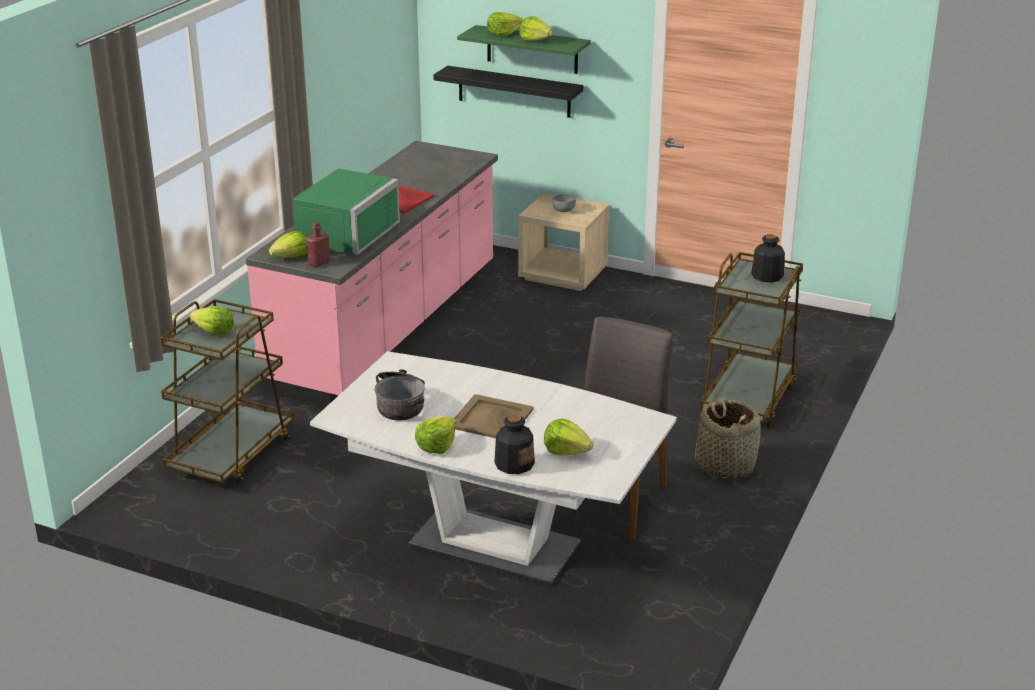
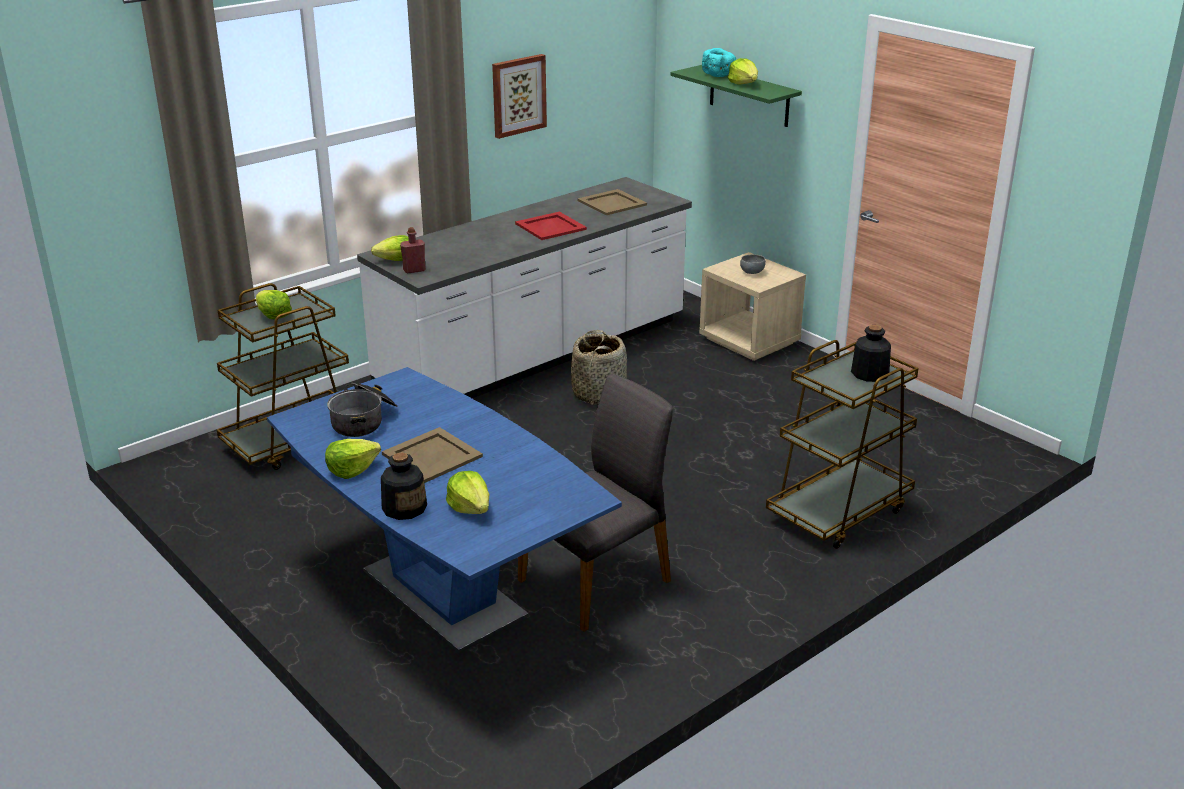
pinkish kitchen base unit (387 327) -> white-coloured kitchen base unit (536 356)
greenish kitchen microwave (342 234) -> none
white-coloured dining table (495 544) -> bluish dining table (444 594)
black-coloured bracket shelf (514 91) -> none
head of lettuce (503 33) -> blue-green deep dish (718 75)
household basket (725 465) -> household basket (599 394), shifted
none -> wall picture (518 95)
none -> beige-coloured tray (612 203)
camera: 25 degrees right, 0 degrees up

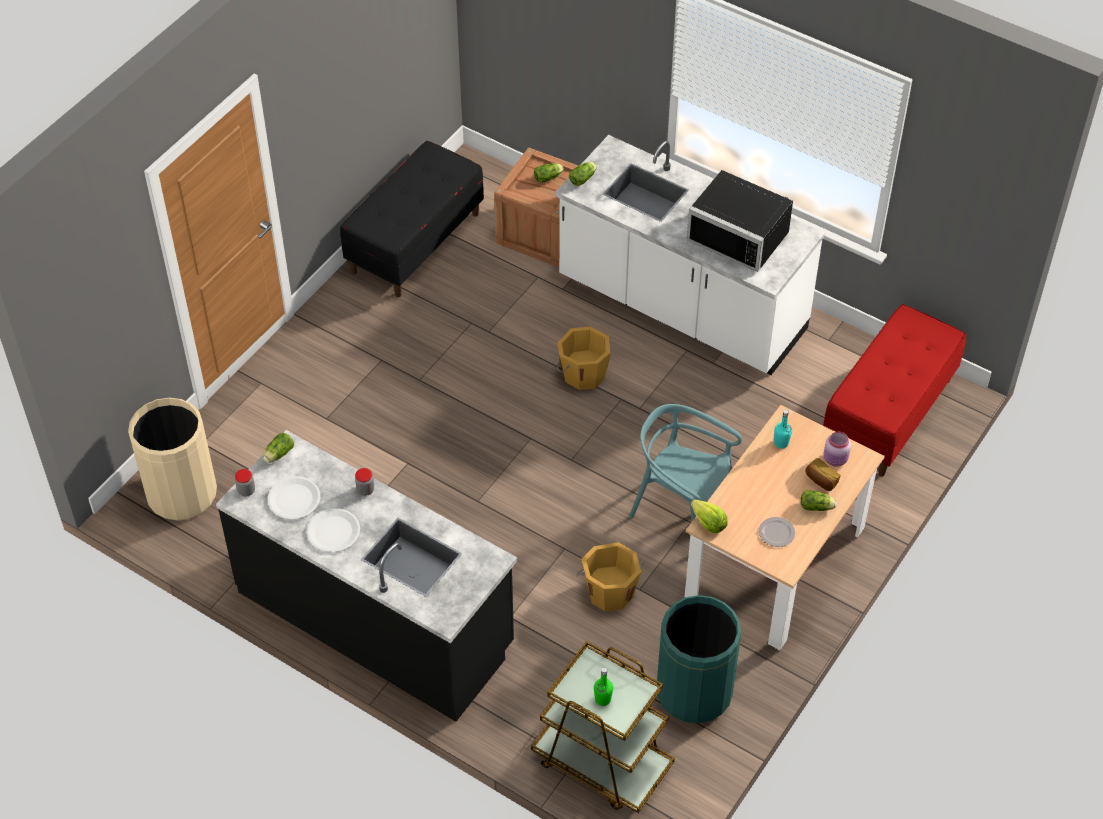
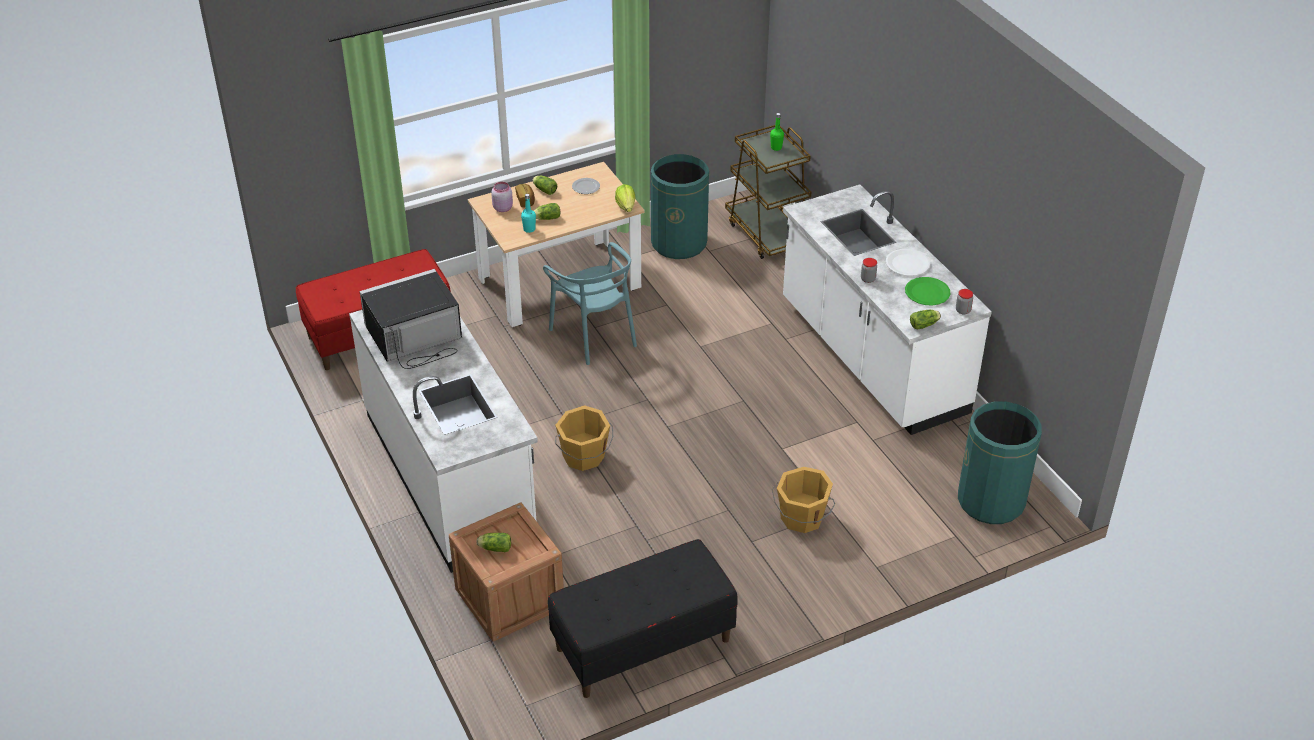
beige-coloured trash can (181 493) -> greenish trash can (991 501)
black-coloured kitchen base unit (376 618) -> white-coloured kitchen base unit (871 358)
white-coloured plate (294 499) -> greenish plate (927 292)
head of lettuce (583 178) -> head of lettuce (546 218), shifted
orange-coloured pail (610 591) -> orange-coloured pail (801 518), shifted
black-coloured kitchen microwave (741 234) -> black-coloured kitchen microwave (415 338), 90 degrees counterclockwise
camera: 150 degrees left, 10 degrees down

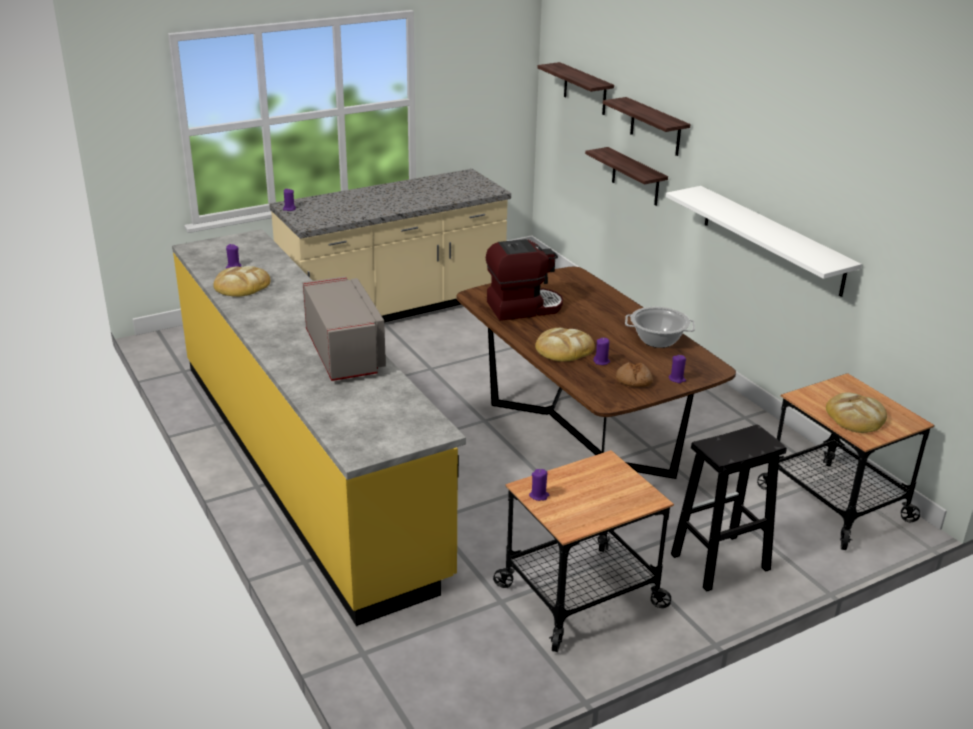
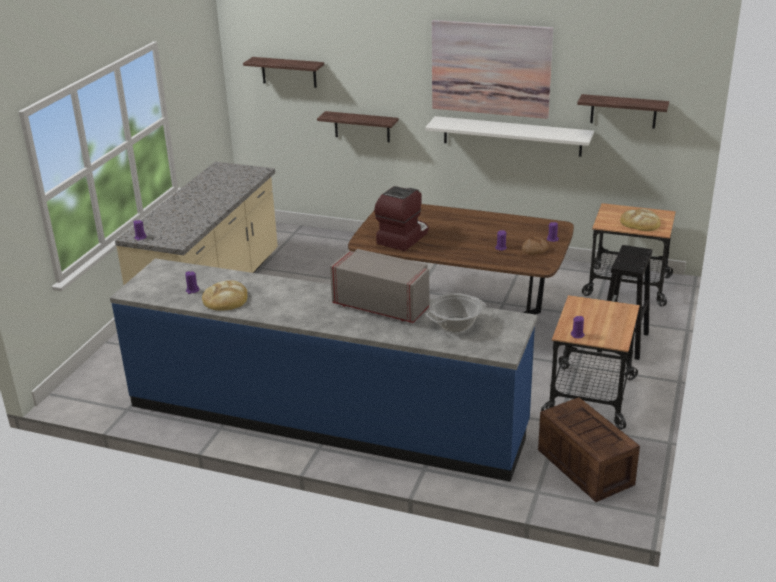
yellow kitchen base unit (306 463) -> bluish kitchen base unit (325 417)
bakery bread (563 349) -> none
bracket shelf (655 127) -> bracket shelf (623 111), shifted
saucepot (657 340) -> saucepot (455 324), shifted
none -> wall picture (490 68)
none -> crate (584 466)
camera: 40 degrees left, 0 degrees up

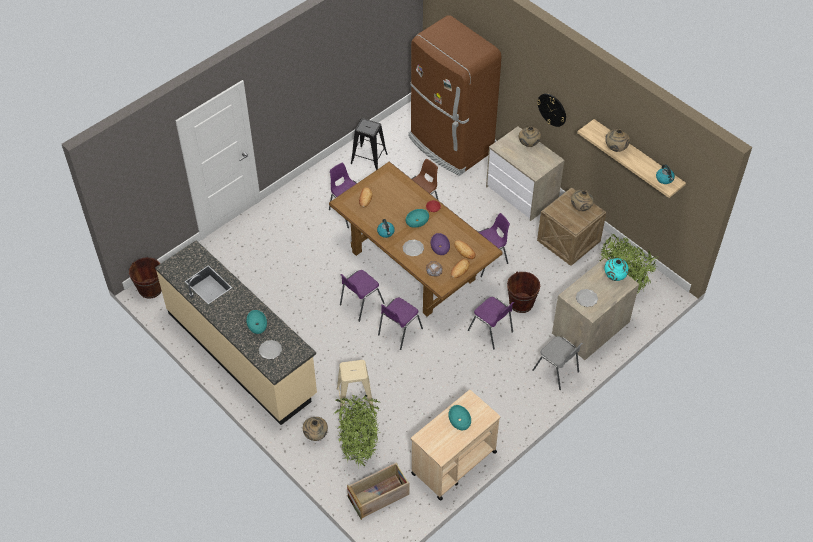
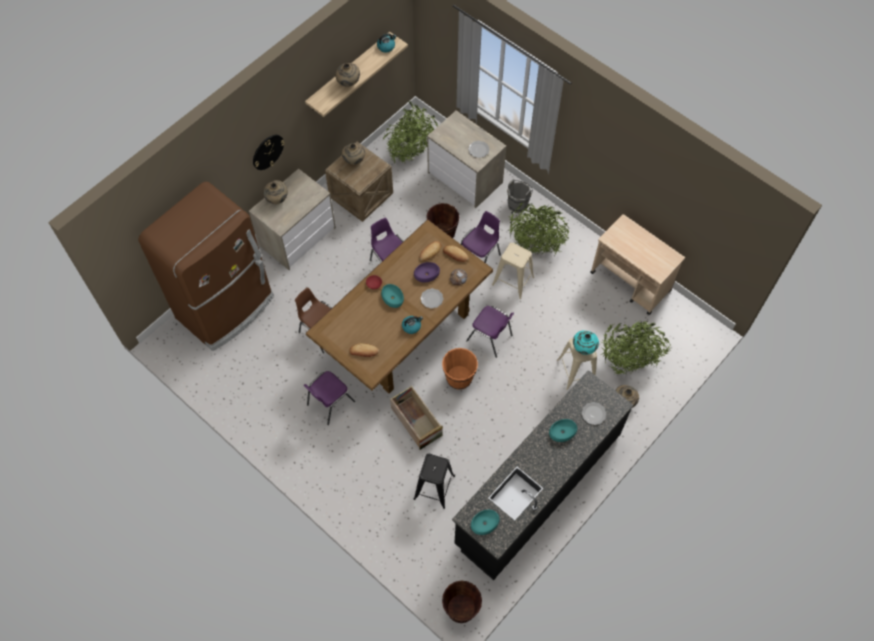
beige-coloured kitchen base unit (242 353) -> black-coloured kitchen base unit (537 489)
purplish chair (360 304) -> orange-coloured pail (459 378)
crate (379 496) -> crate (415 421), shifted
black-coloured sitting stool (369 159) -> black-coloured sitting stool (434 487), shifted
blue-green deep dish (460 420) -> blue-green deep dish (484 523), shifted
greyish chair (556 371) -> greyish pail (518 204)
blue-green decorative vase (614 277) -> blue-green decorative vase (583 348), shifted
none -> beige-coloured sitting stool (513 281)
none -> plant in a pot (534 247)
camera: 95 degrees left, 10 degrees up

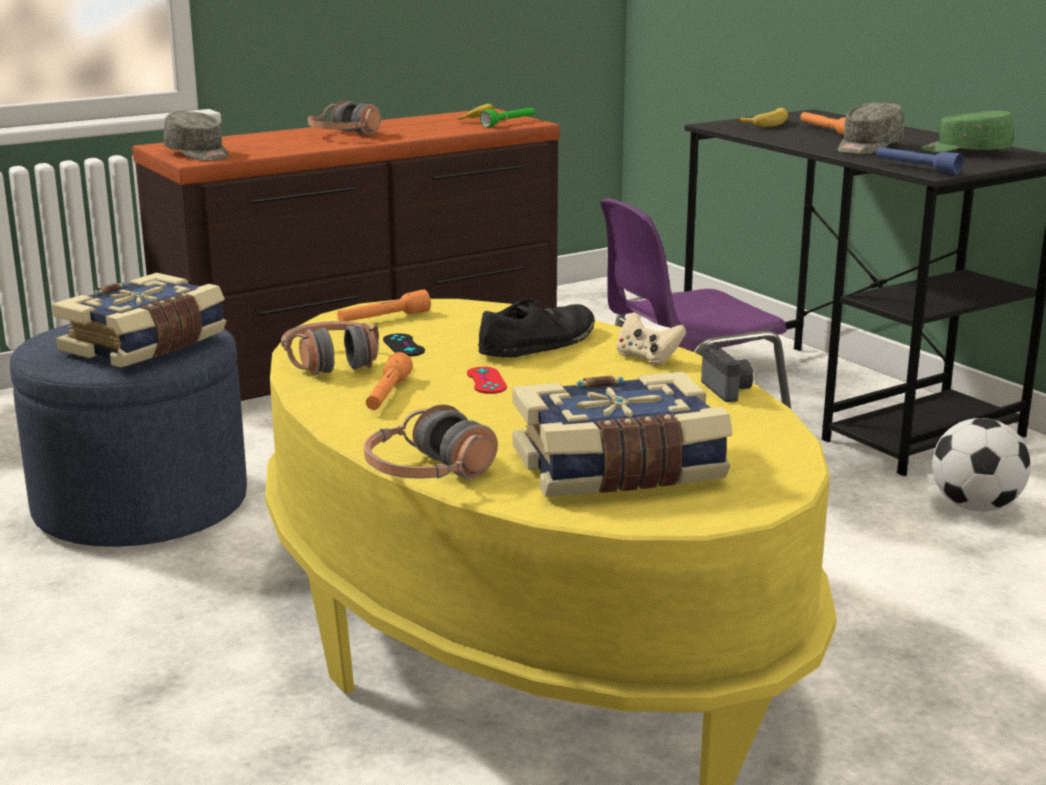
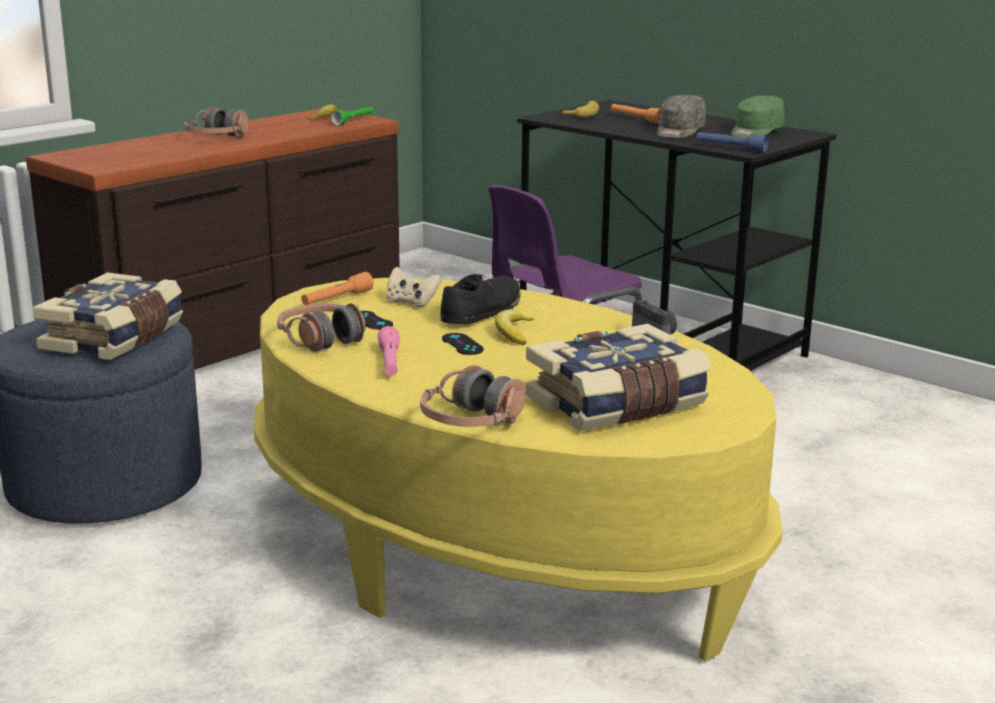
greyish cap (199 154) -> none
orange-coloured flashlight (387 395) -> pinkish flashlight (390 363)
red-coloured game controller (486 381) -> black-coloured game controller (462 344)
beige-coloured game controller (647 358) -> beige-coloured game controller (411 302), shifted
greenish cap (965 151) -> greenish cap (755 132), 60 degrees counterclockwise
football ball (975 507) -> none
none -> whole banana (513 333)
camera: 15 degrees left, 0 degrees up

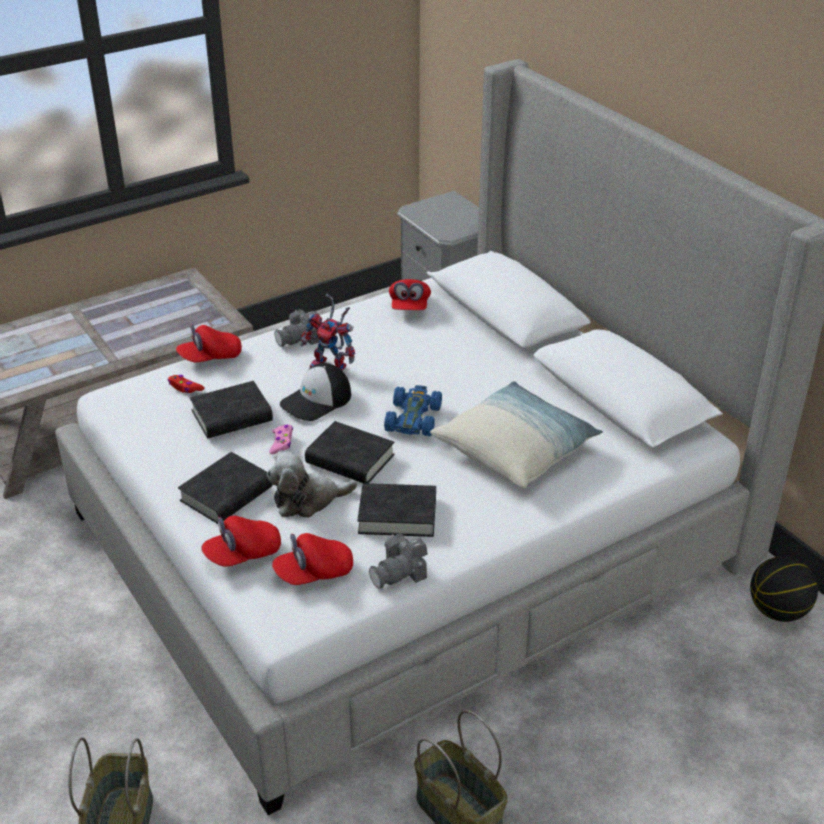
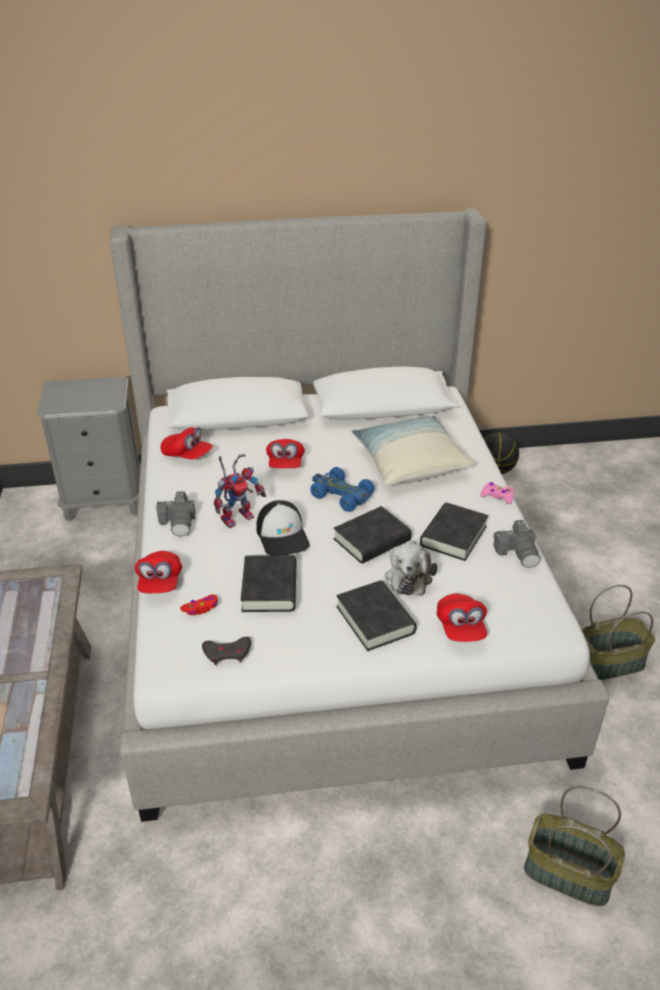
pinkish game controller (281 443) -> pinkish game controller (497 496), shifted
red-coloured cap (314 573) -> red-coloured cap (285 464), shifted
none -> greyish game controller (227 653)
camera: 65 degrees left, 0 degrees up

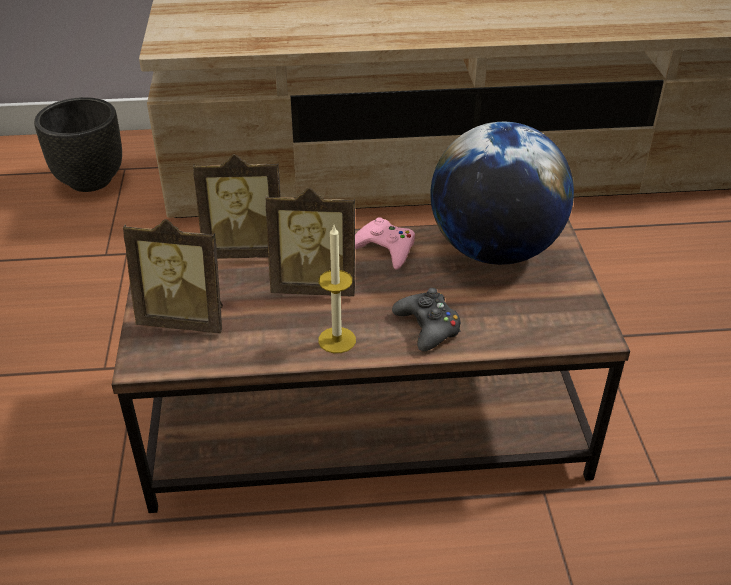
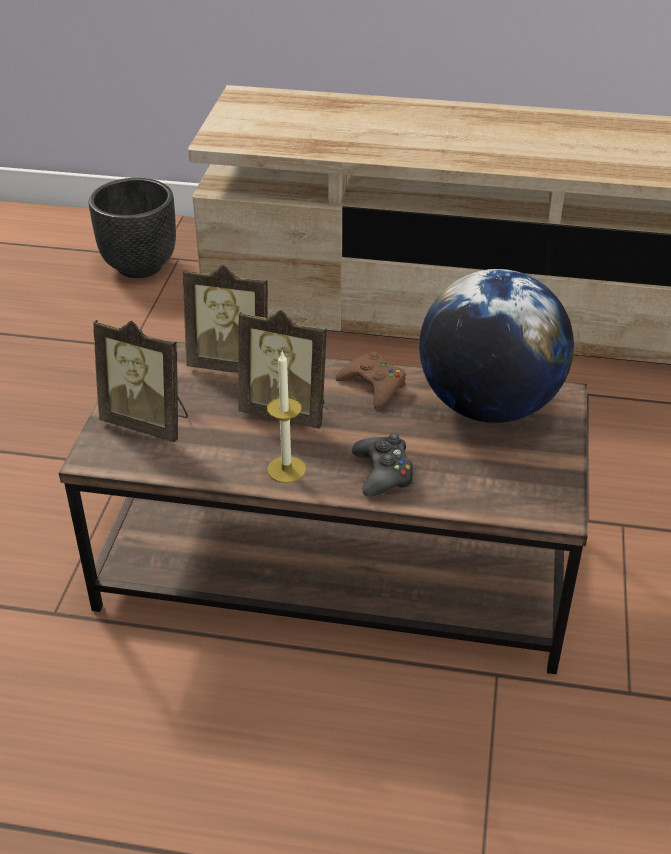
pinkish game controller (385 249) -> brownish game controller (373 385)
camera: 15 degrees right, 0 degrees up

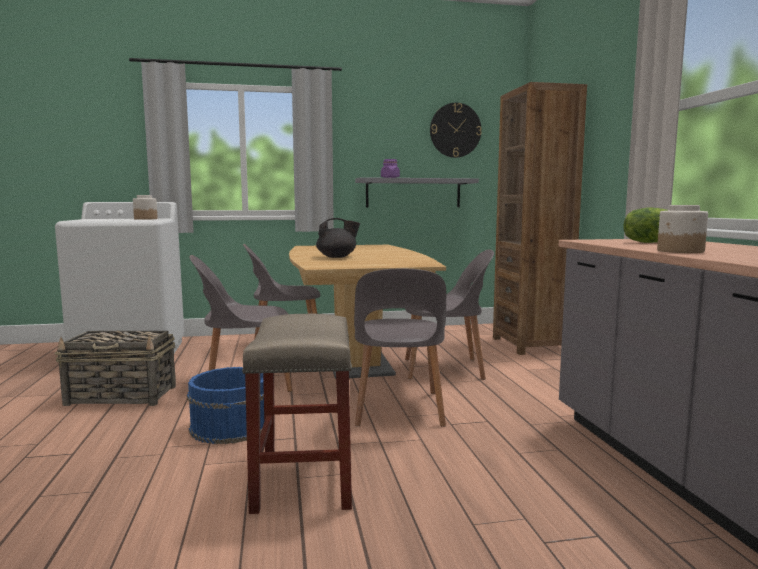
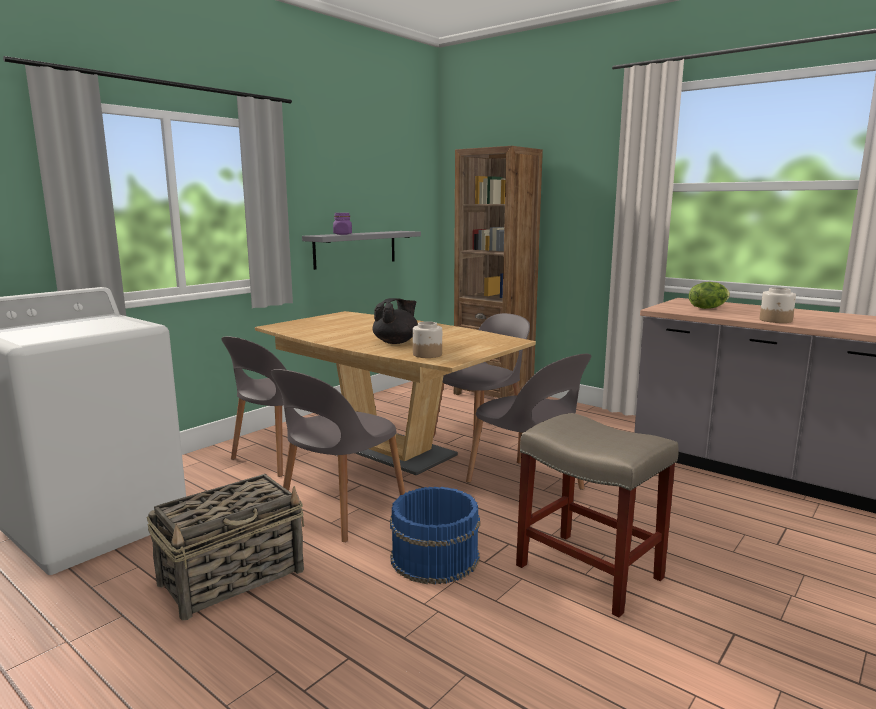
jar (145 219) -> jar (427 354), shifted
wall clock (455 130) -> none
camera: 40 degrees left, 5 degrees up

